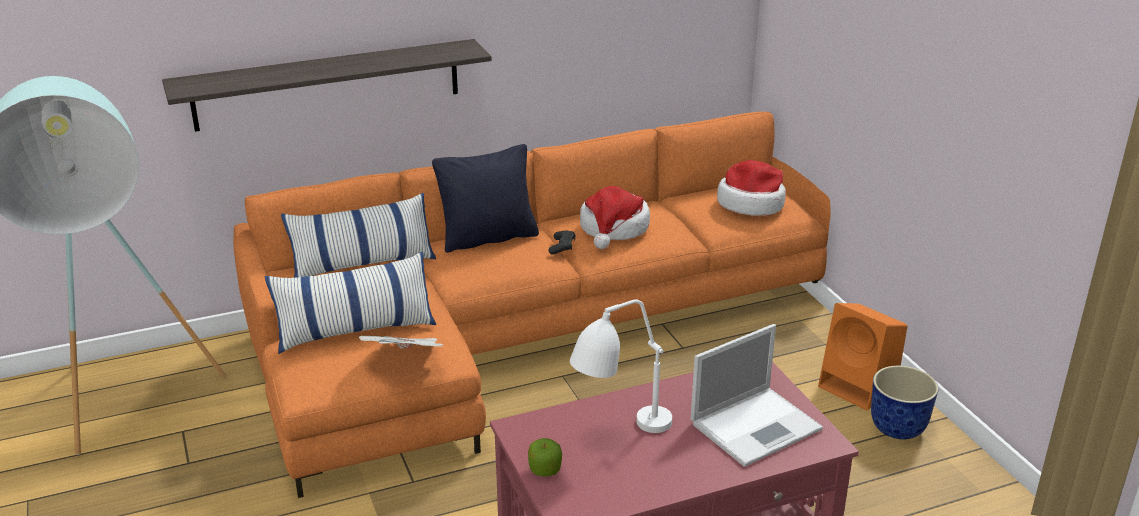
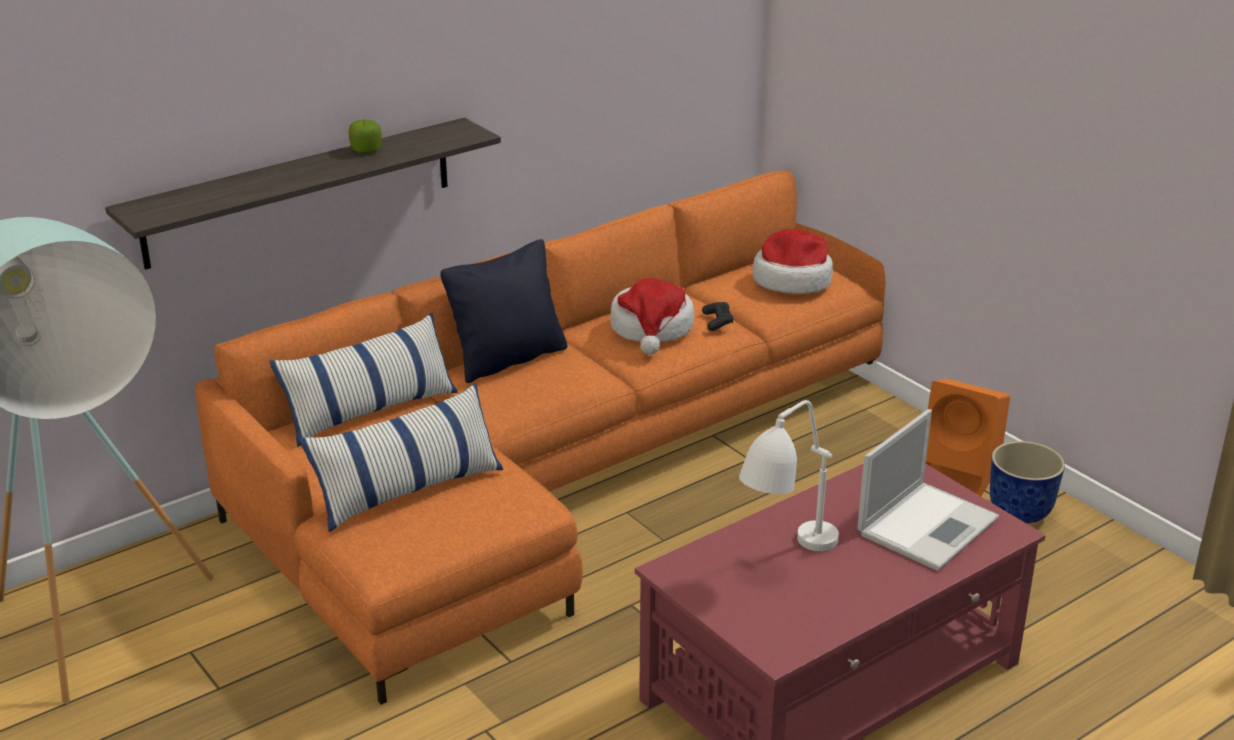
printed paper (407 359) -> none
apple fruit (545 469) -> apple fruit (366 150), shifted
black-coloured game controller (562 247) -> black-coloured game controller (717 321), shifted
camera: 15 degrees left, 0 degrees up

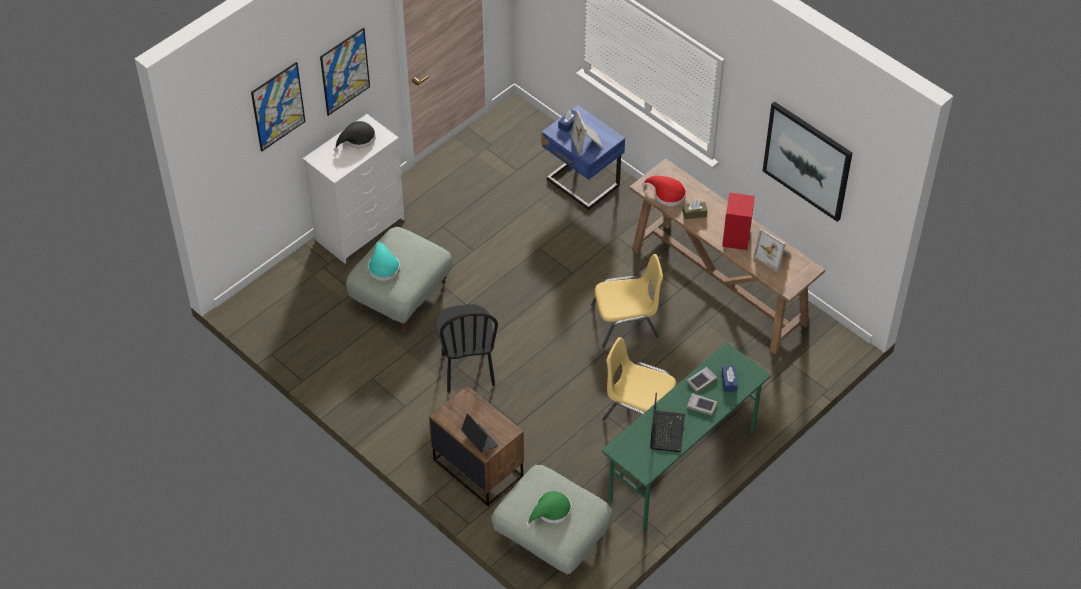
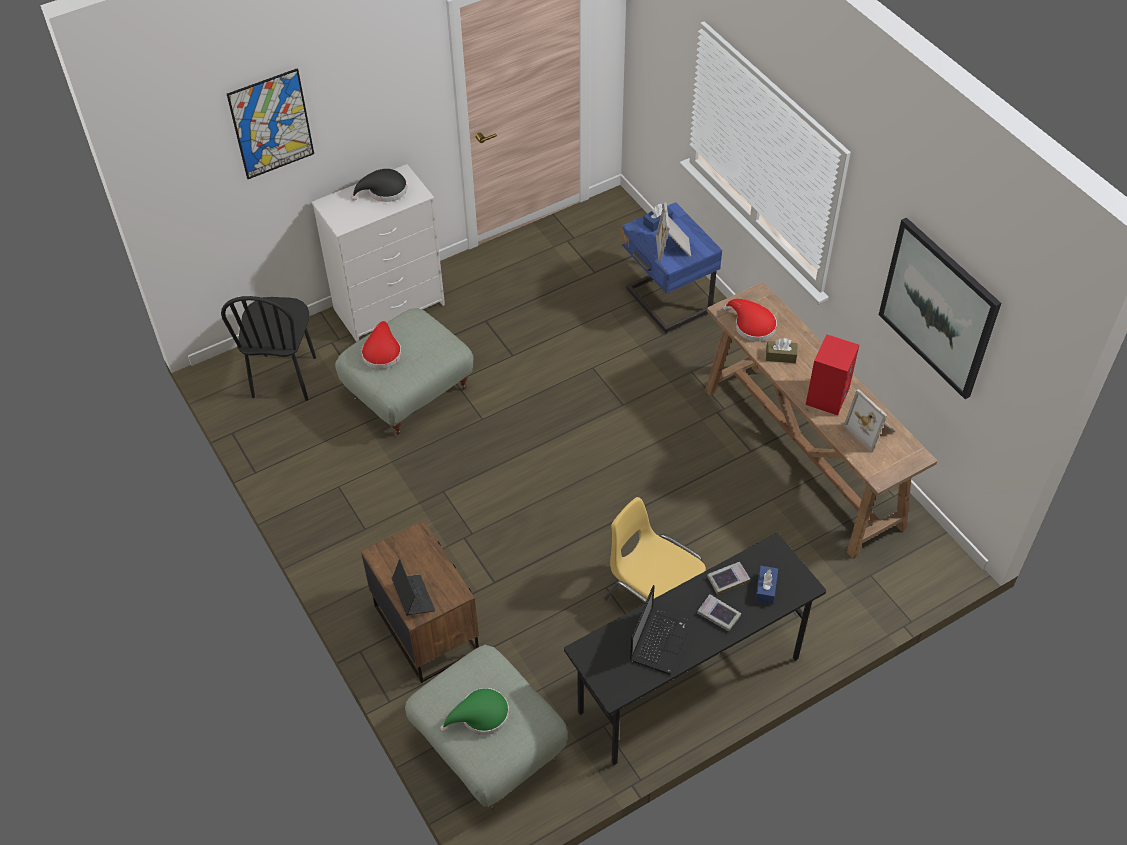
wall picture (345 71) -> none
blue-green clothing hat (383 267) -> red-coloured clothing hat (382 352)
black-coloured chair (467 370) -> black-coloured chair (285 377), shifted
yellow chair (626 322) -> none
greenish desk (682 468) -> black-coloured desk (689 686)
camera: 15 degrees right, 0 degrees up

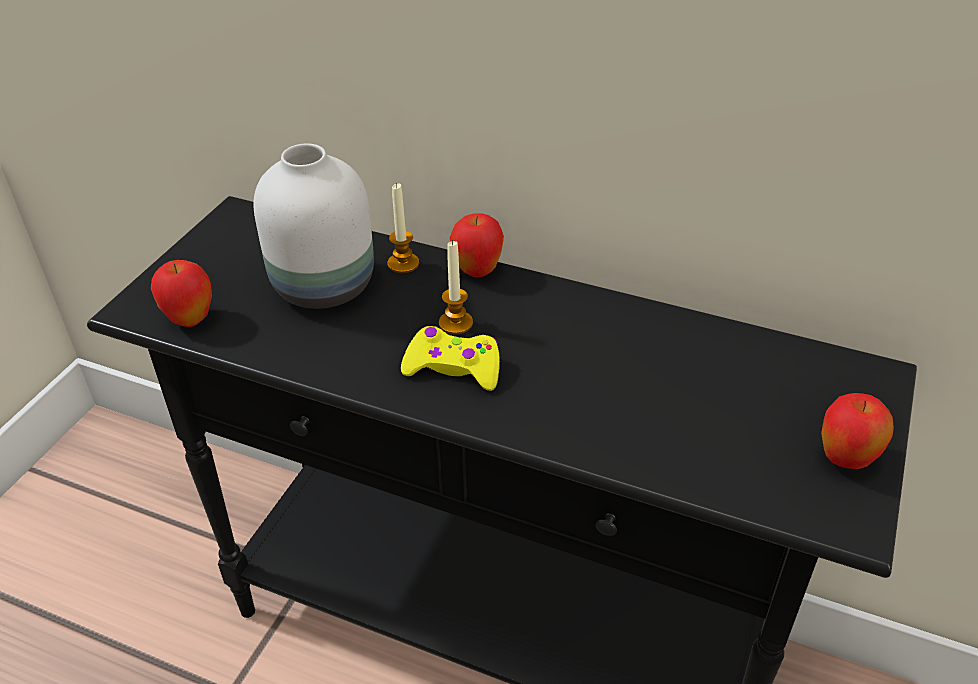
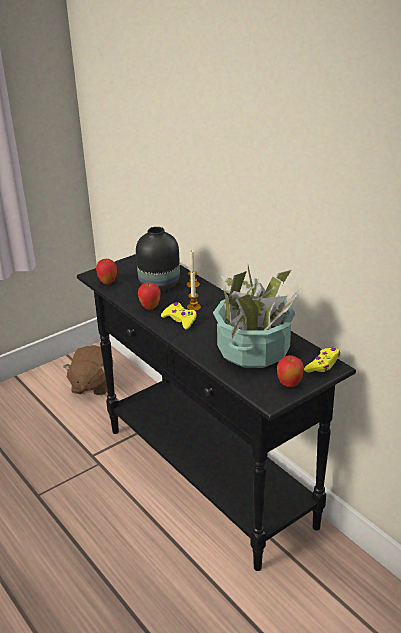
white-coloured decorative vase (325 284) -> black-coloured decorative vase (160 284)
apple fruit (477 271) -> apple fruit (150 307), shifted
none -> brownish cuddly toy (92 385)
none -> plant in a pot (253 351)
none -> yellow game controller (323 365)
camera: 30 degrees right, 10 degrees down

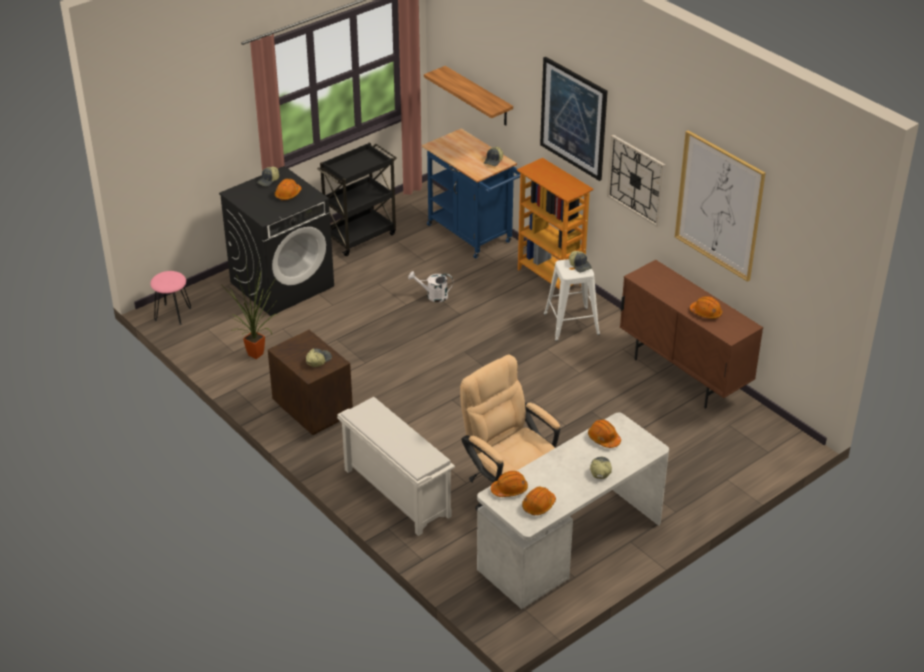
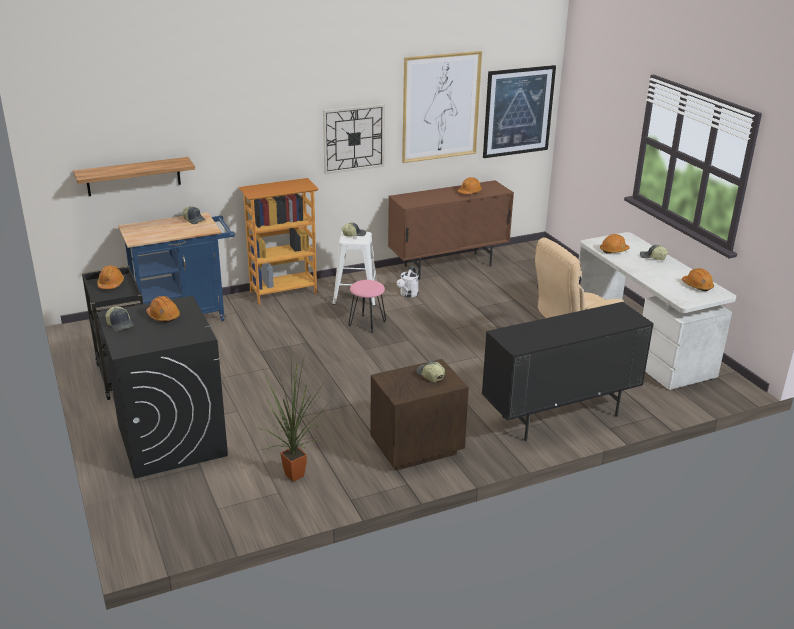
pinkish sitting stool (173 314) -> pinkish sitting stool (367 323), shifted
white-coloured shoe shelf (395 492) -> black-coloured cabinet (559 417)
white-coloured sprinkling can (433 296) -> white-coloured sprinkling can (408 294), shifted
orange-coloured work helmet (509 489) -> orange-coloured work helmet (111 284), shifted
wall picture (573 118) -> wall picture (518 111), shifted
camera: 75 degrees left, 10 degrees down

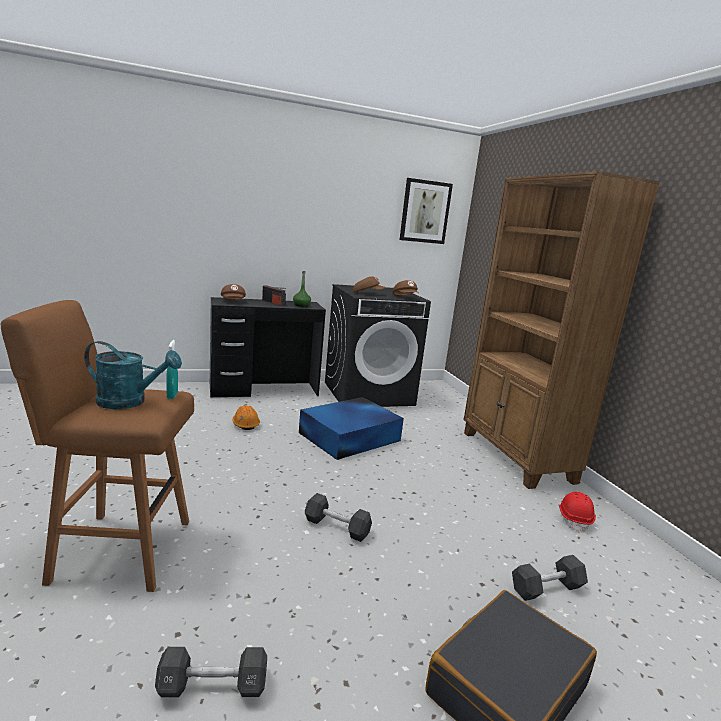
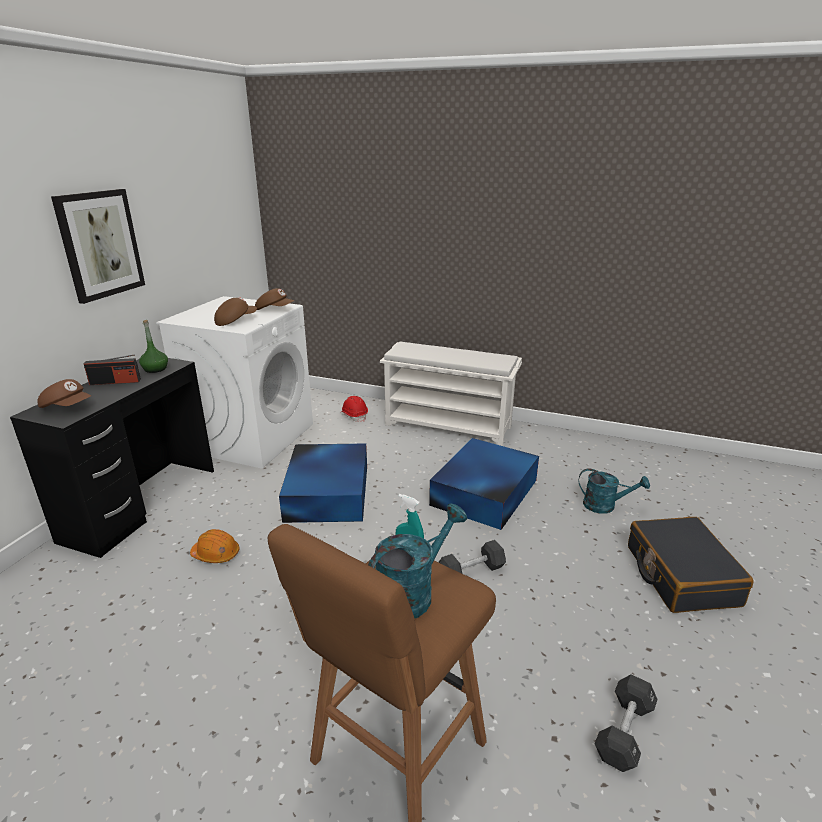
black-coloured laundry appliance (369 393) -> white-coloured laundry appliance (251 437)
wall picture (425 212) -> wall picture (100 244), shifted
brownish bookcase (516 457) -> white-coloured shoe shelf (449 425)
black-coloured dumbbell (546 588) -> blue-green sprinkling can (605 506)
red-coloured work helmet (574 519) -> red-coloured work helmet (354 416), shifted
none -> bluish storage container (483 493)
camera: 50 degrees left, 10 degrees up

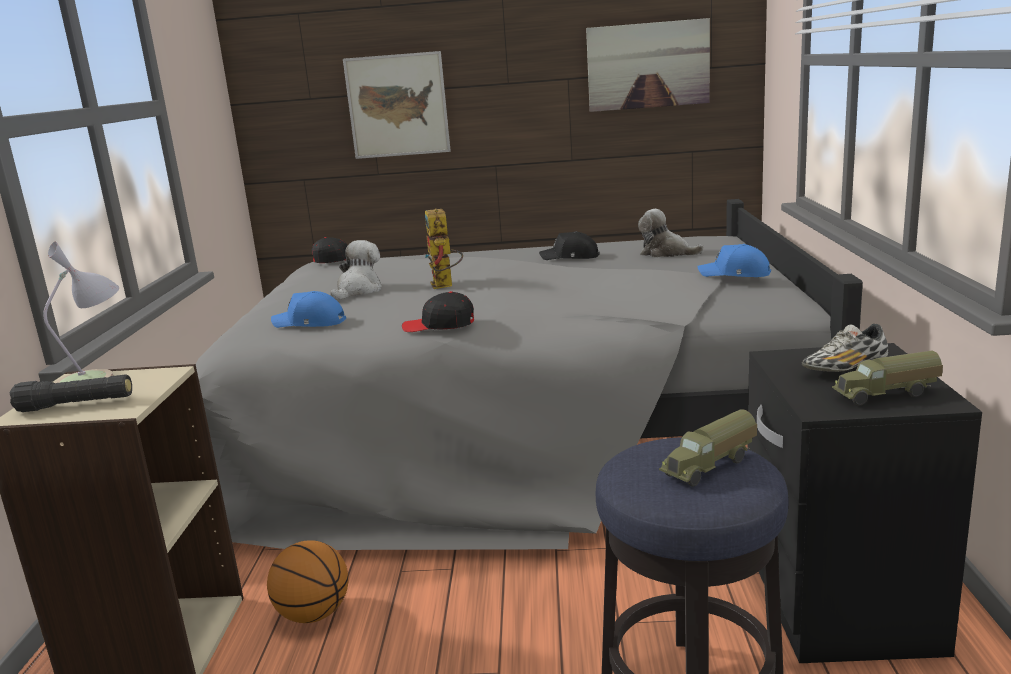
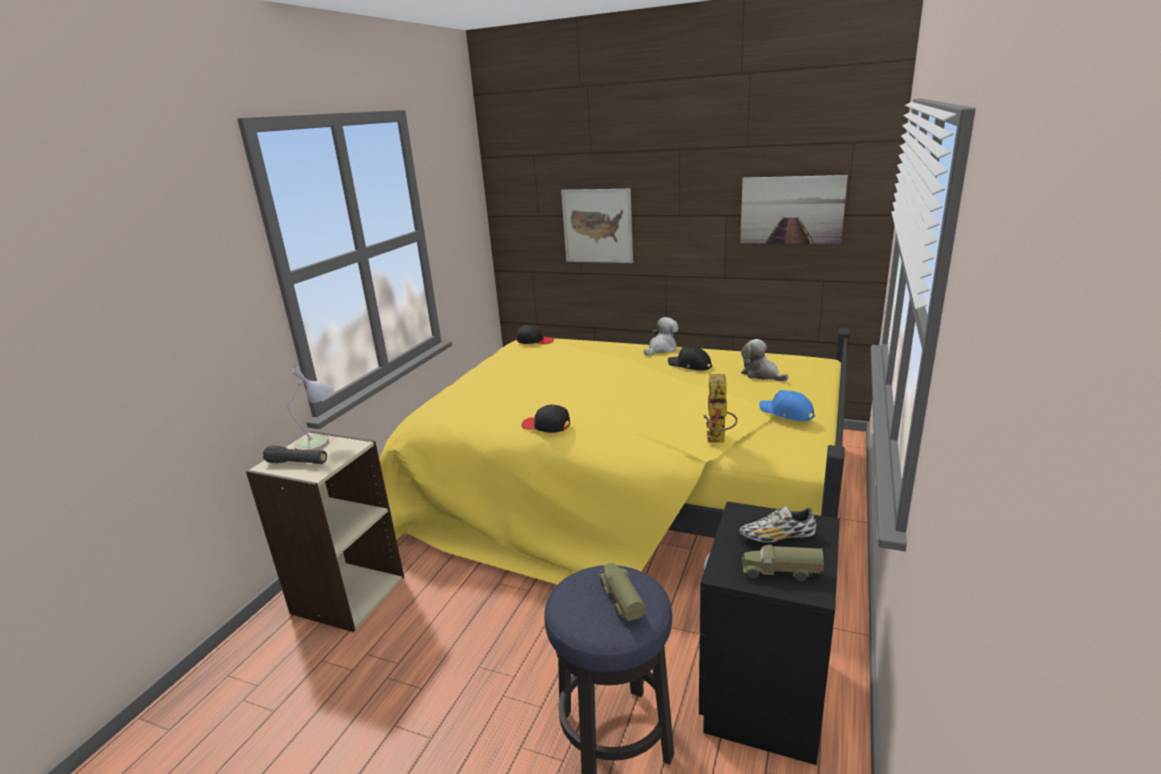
greyish sleeping bed (516 437) -> yellow sleeping bed (627 492)
ball for basketball (314 614) -> none
bluish cap (310 323) -> none
cuddly toy (358 291) -> cuddly toy (661 349), shifted
robot figure (445 286) -> robot figure (718 440), shifted
toy truck (711 467) -> toy truck (621 601), 90 degrees clockwise
camera: 20 degrees right, 5 degrees up

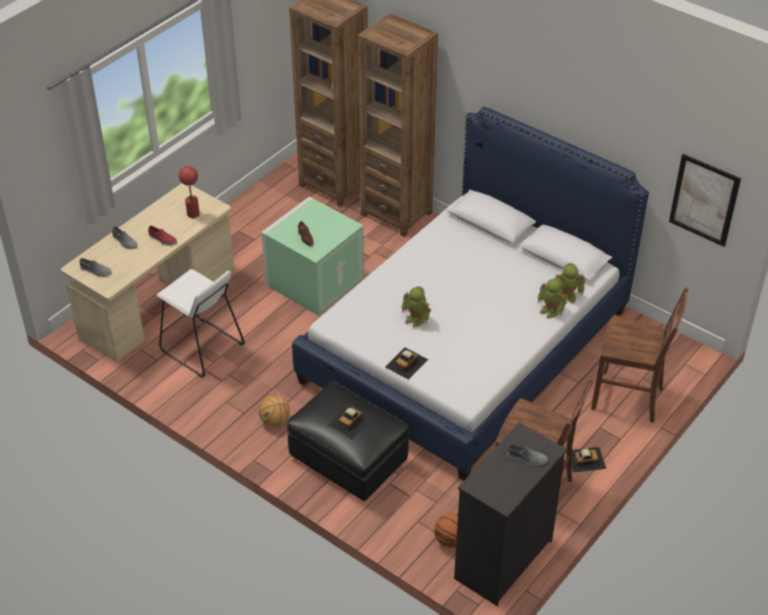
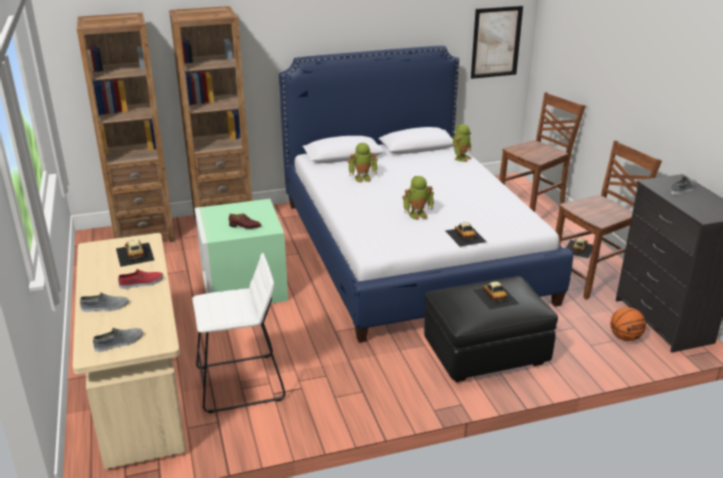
red-coloured tabletop lamp (193 214) -> toy car (134 254)
ball for basketball (275 421) -> none
robot figure (551 310) -> robot figure (363 178), shifted
camera: 55 degrees left, 15 degrees down

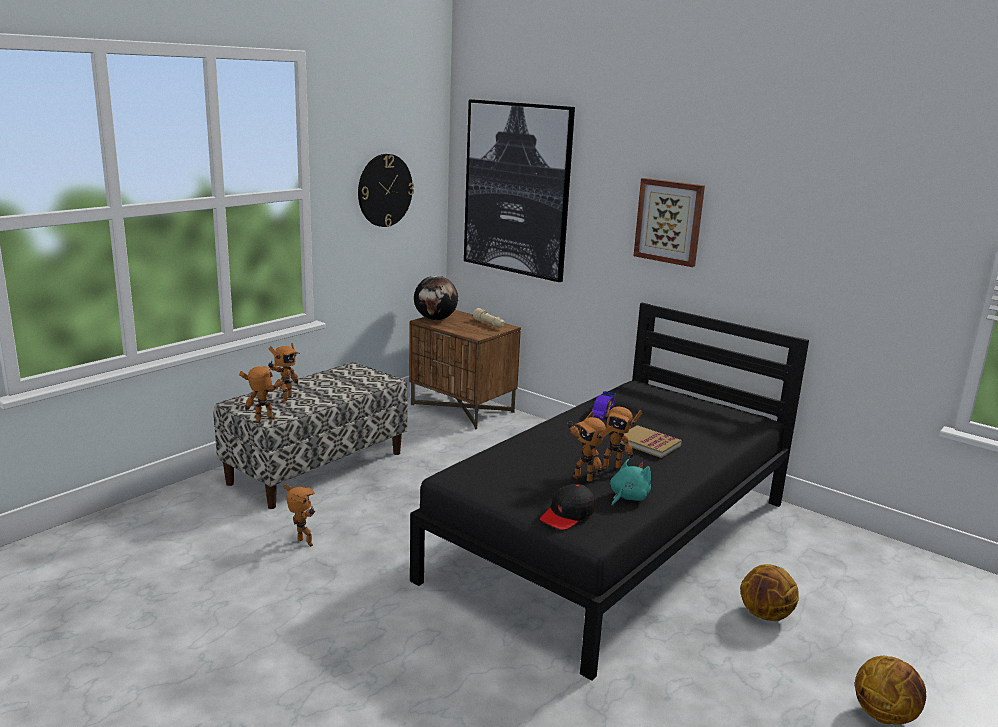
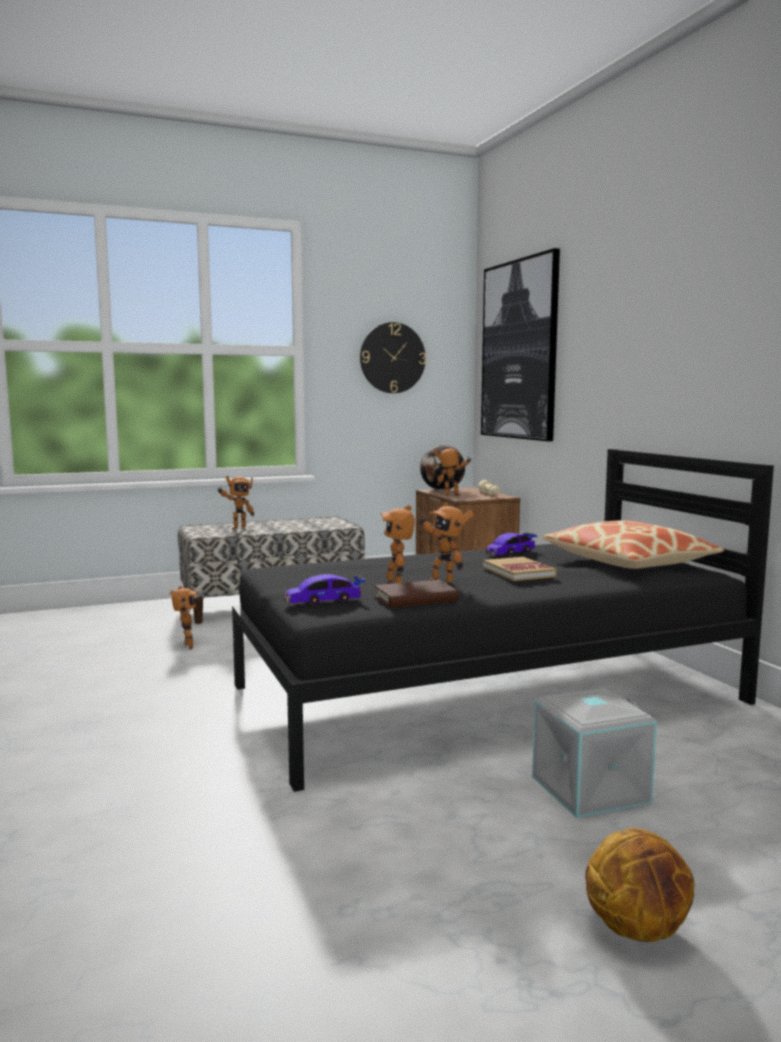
robot figure (266 421) -> robot figure (452 495), shifted
black-coloured cap (567 515) -> toy car (324 600)
blue-green cuddly toy (627 497) -> brownish book (416 599)
wall picture (669 221) -> none
ball for basketball (765 615) -> greyish storage container (590 790)
none -> cushion (629 562)
camera: 30 degrees right, 10 degrees down

